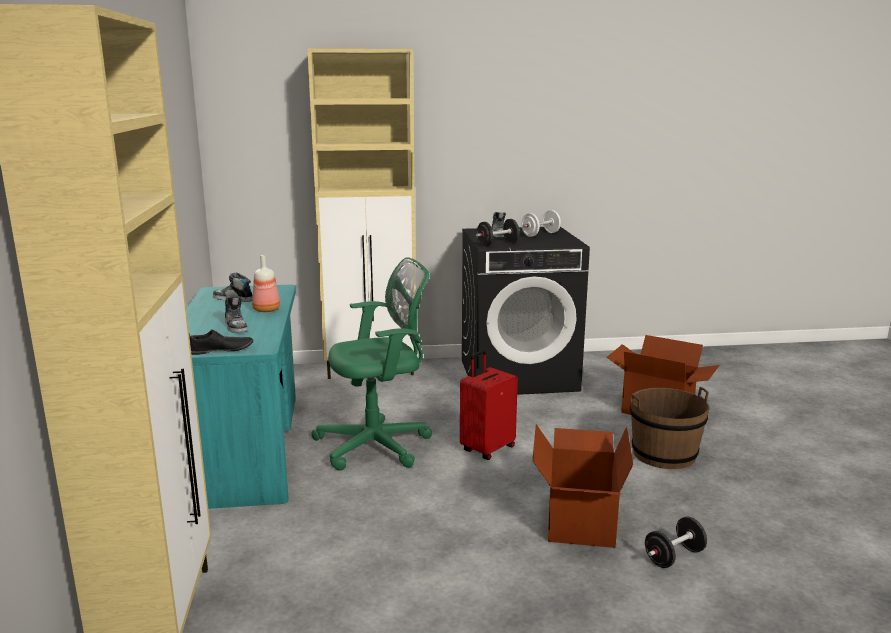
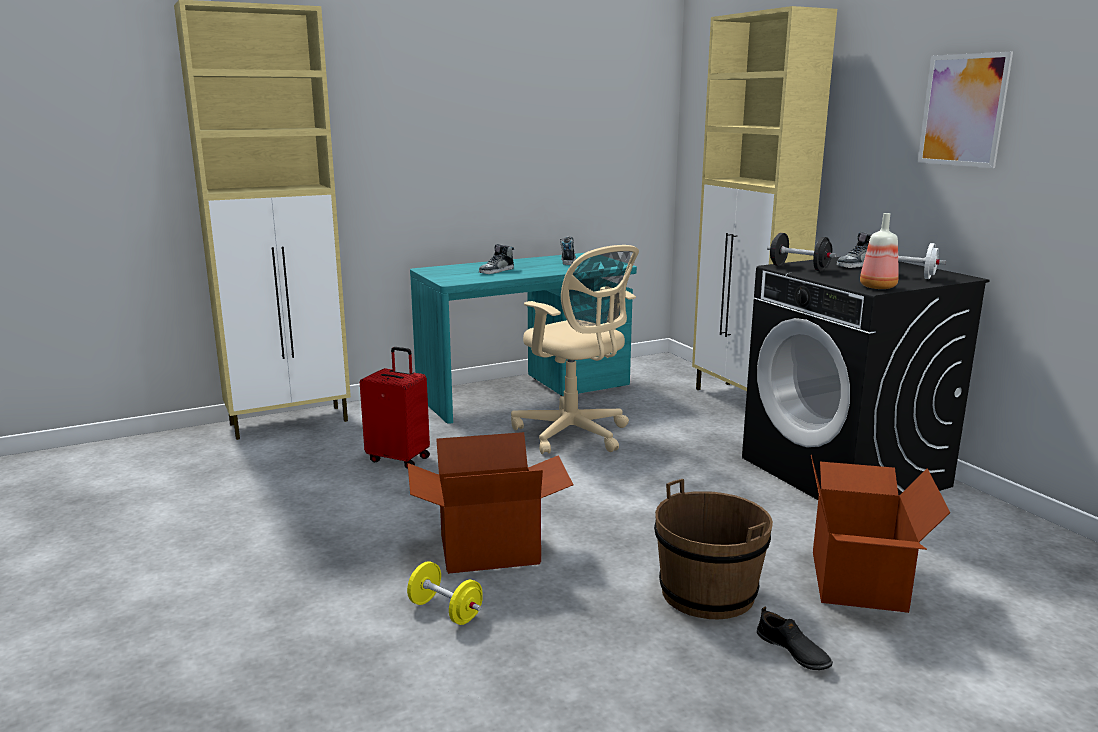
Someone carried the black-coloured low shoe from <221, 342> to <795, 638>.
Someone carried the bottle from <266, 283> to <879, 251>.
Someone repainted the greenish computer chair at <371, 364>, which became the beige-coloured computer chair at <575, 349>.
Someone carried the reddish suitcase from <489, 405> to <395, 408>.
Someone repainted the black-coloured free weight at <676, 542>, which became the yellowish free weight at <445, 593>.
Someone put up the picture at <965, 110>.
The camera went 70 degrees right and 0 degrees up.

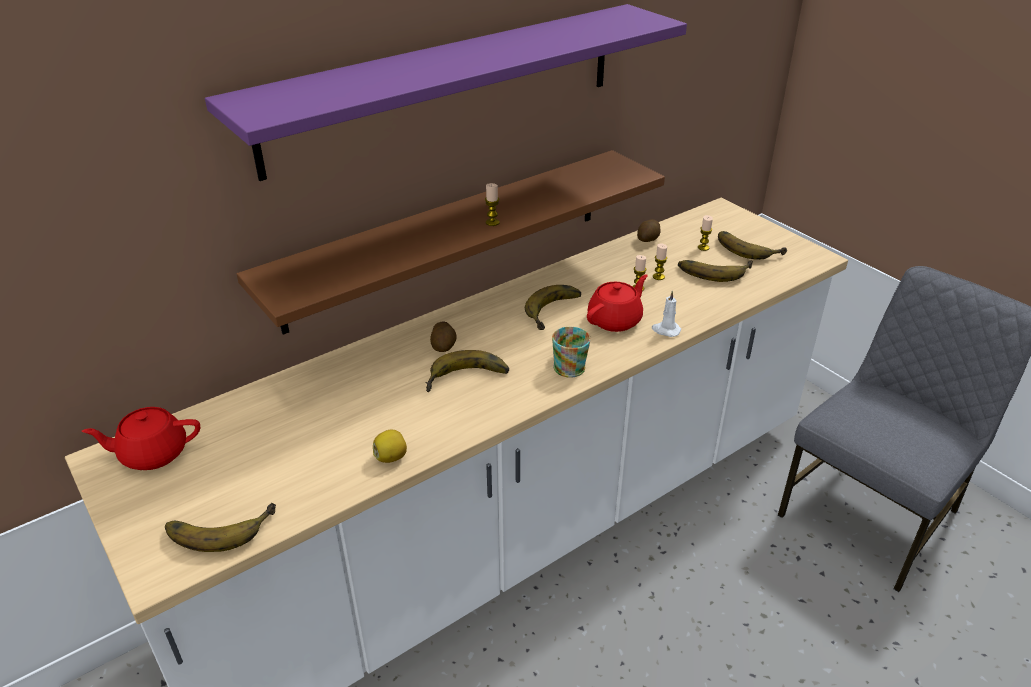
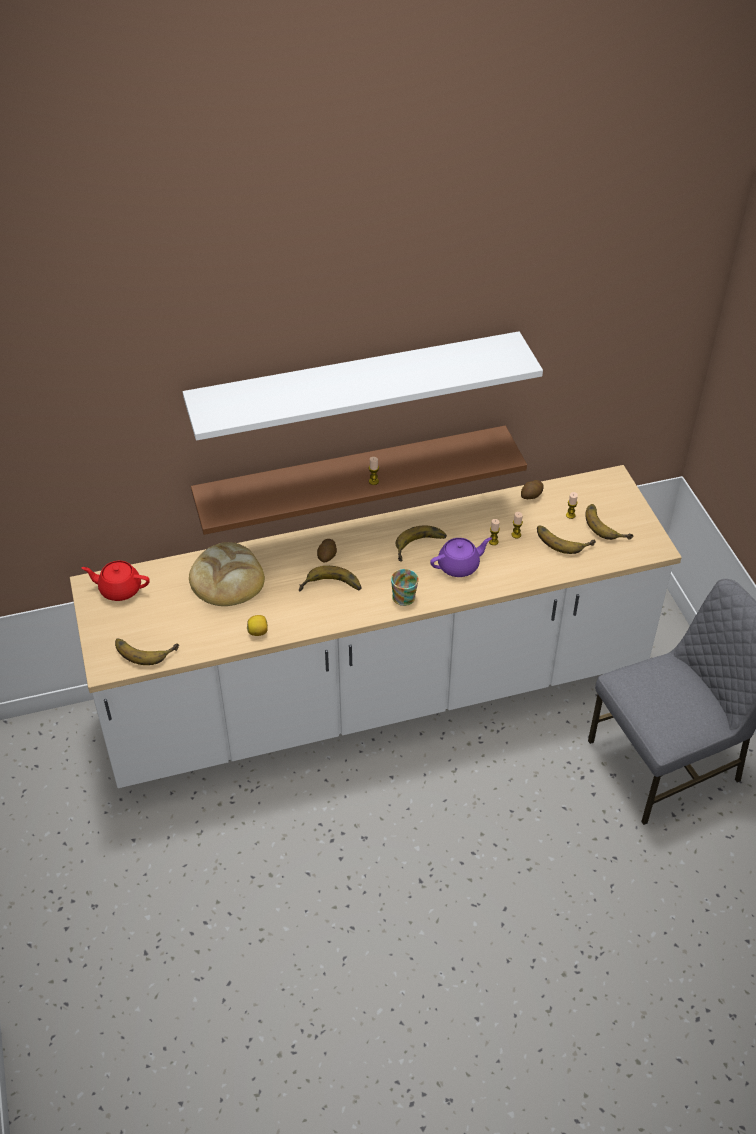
Someone repainted the purple-coloured bracket shelf at <446, 92>, which became the white-coloured bracket shelf at <363, 386>.
Someone repainted the reddish tea pot at <617, 303>, which became the purple-coloured tea pot at <461, 557>.
Someone took away the white-coloured candle at <666, 314>.
Someone put down the baked bread at <227, 574>.
The camera went 20 degrees right and 10 degrees up.

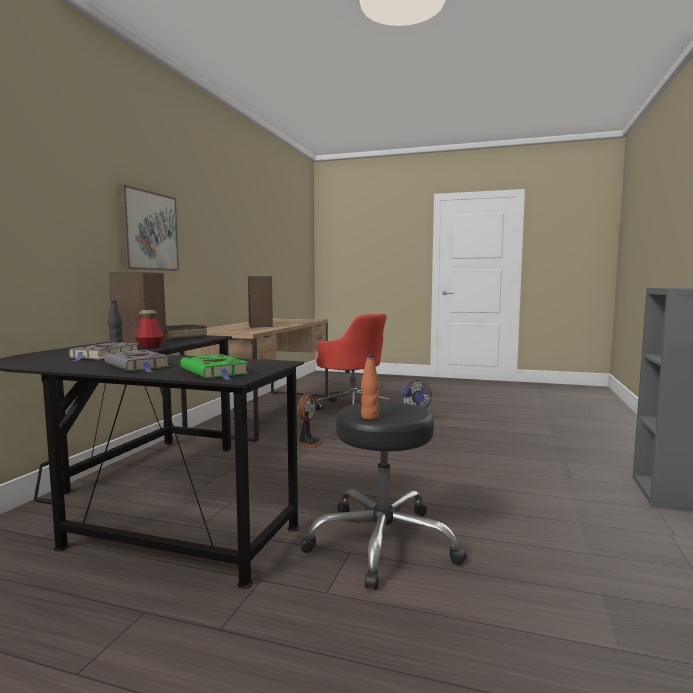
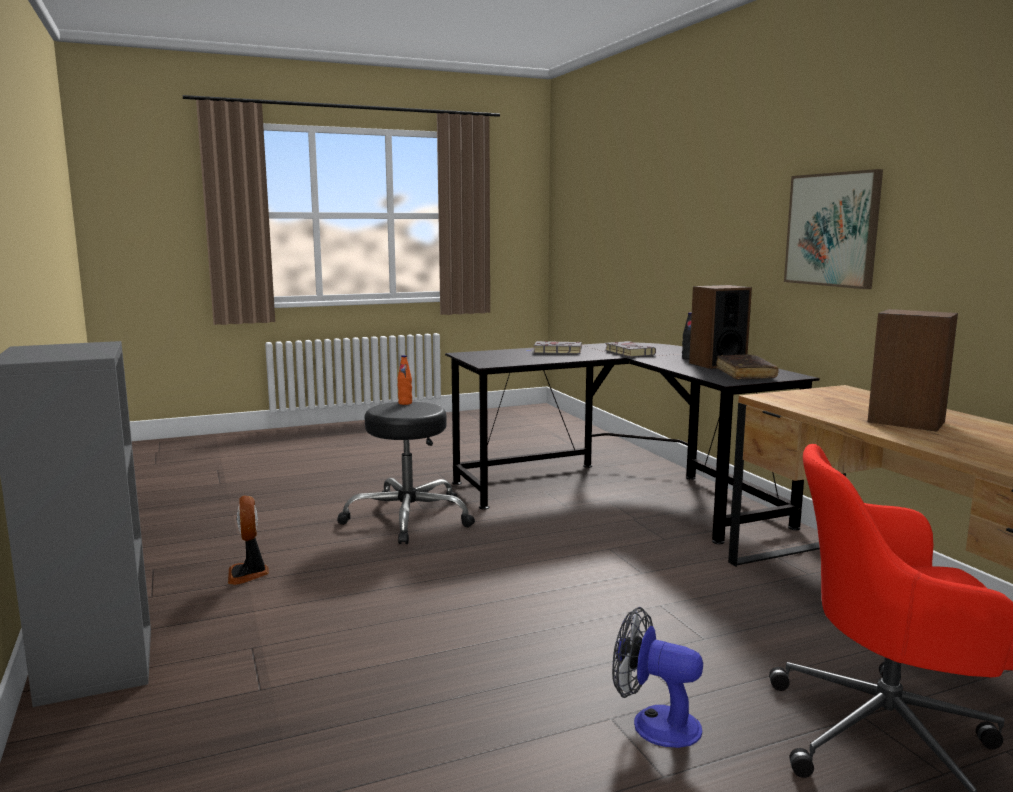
Someone took away the bottle at <149, 329>.
Someone took away the greenish volume at <214, 367>.
Someone carried the fan from <310, 421> to <248, 540>.
The camera went 140 degrees right and 5 degrees up.

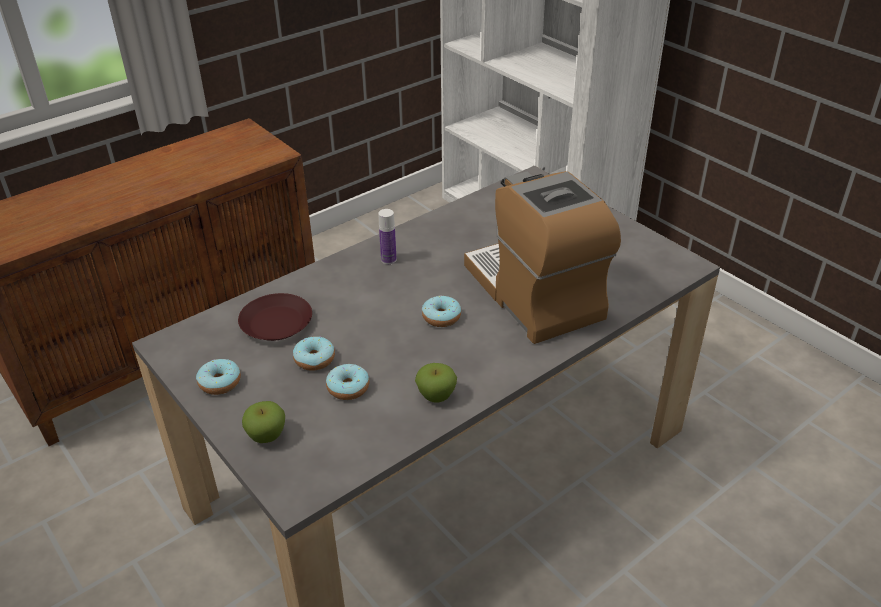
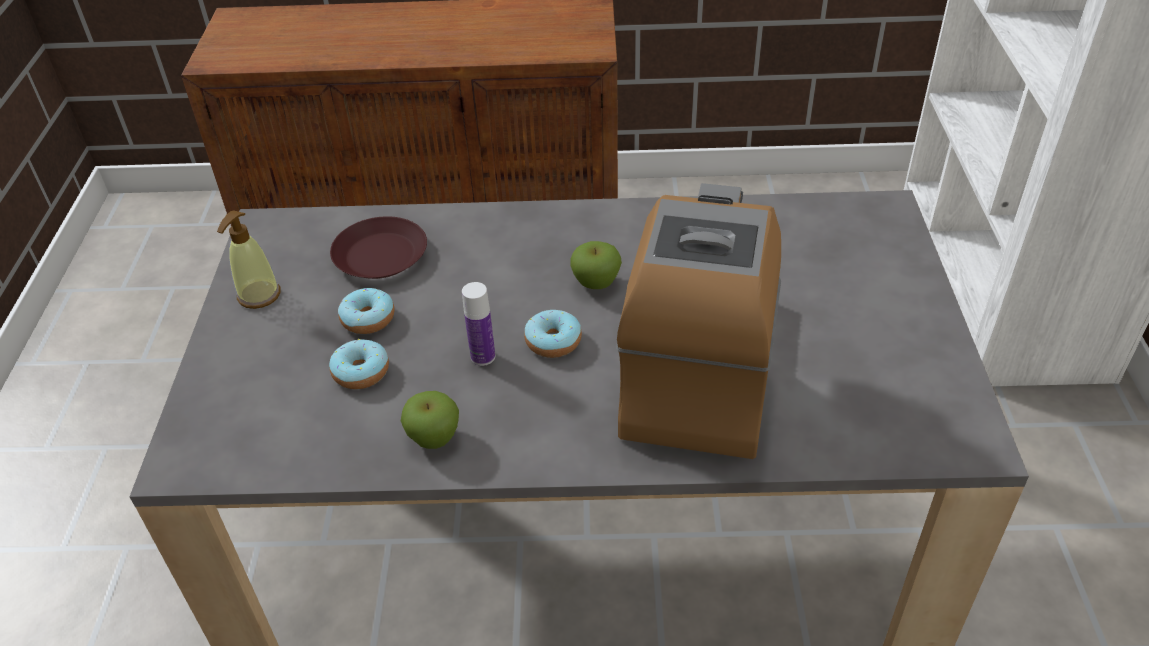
Someone swapped the ring doughnut at <218, 377> for the soap dispenser at <248, 259>.
Someone carried the apple fruit from <263, 422> to <596, 265>.
Someone carried the bottle from <387, 236> to <478, 324>.
The camera went 40 degrees right and 5 degrees up.

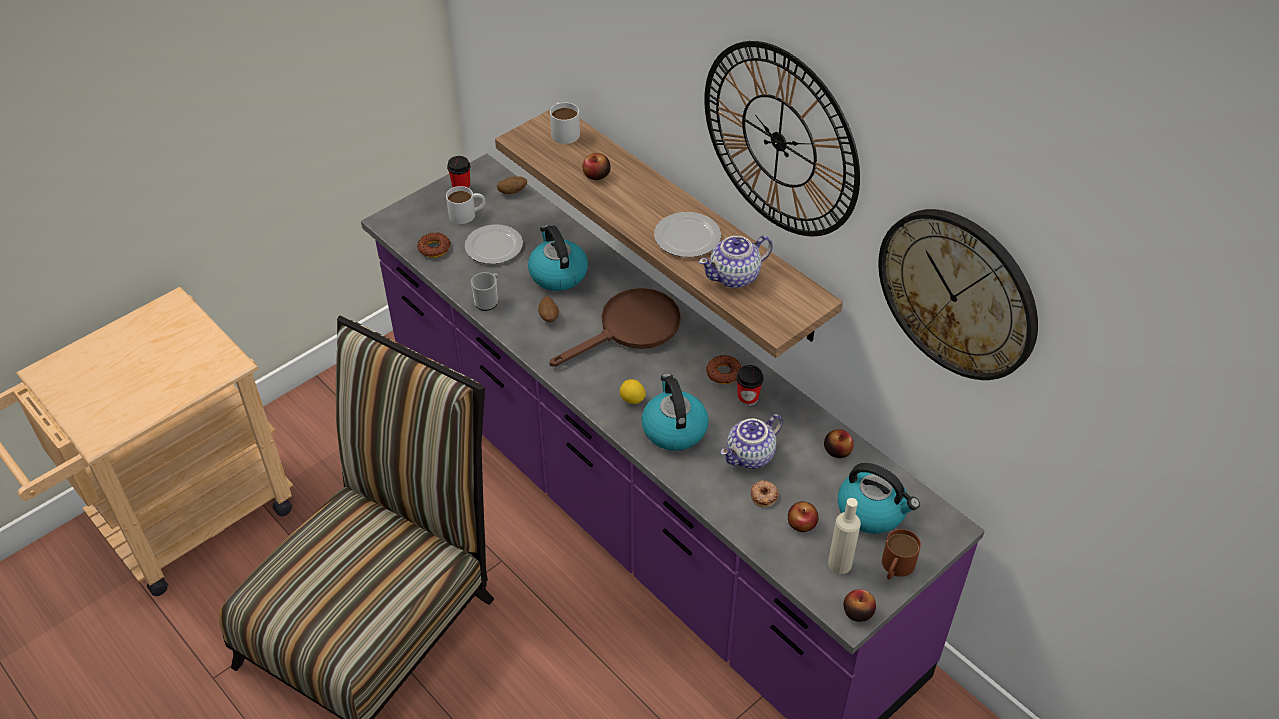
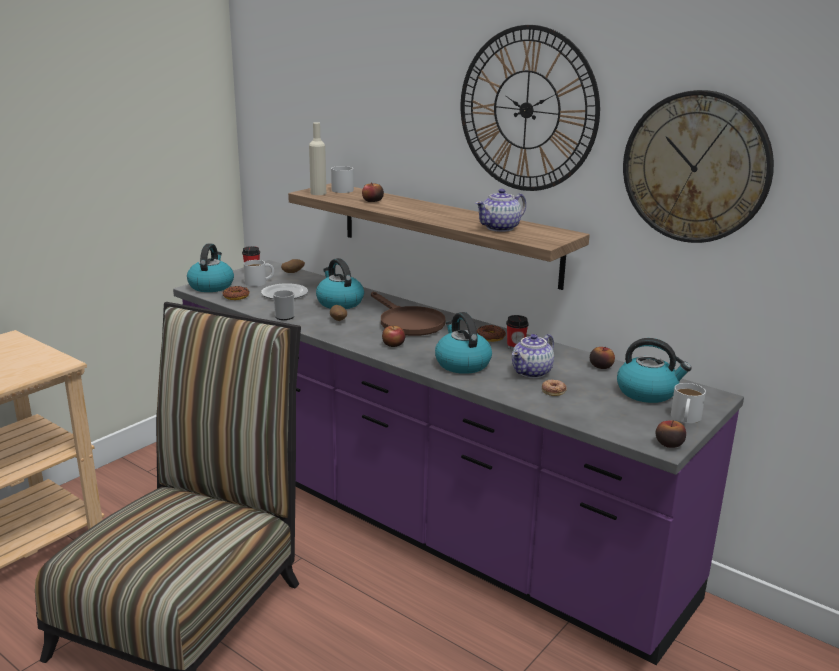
Someone rotated the brown skillet at <615, 327> by 105 degrees clockwise.
Someone took away the citrus fruit at <633, 391>.
Someone took away the plate at <687, 234>.
Someone carried the apple fruit from <803, 516> to <393, 336>.
Someone carried the beige-coloured bottle from <844, 536> to <317, 158>.
Someone repainted the brown tea mug at <901, 554>, which became the white-coloured tea mug at <688, 403>.
Someone put down the water kettle at <210, 268>.
The camera went 10 degrees left and 25 degrees down.

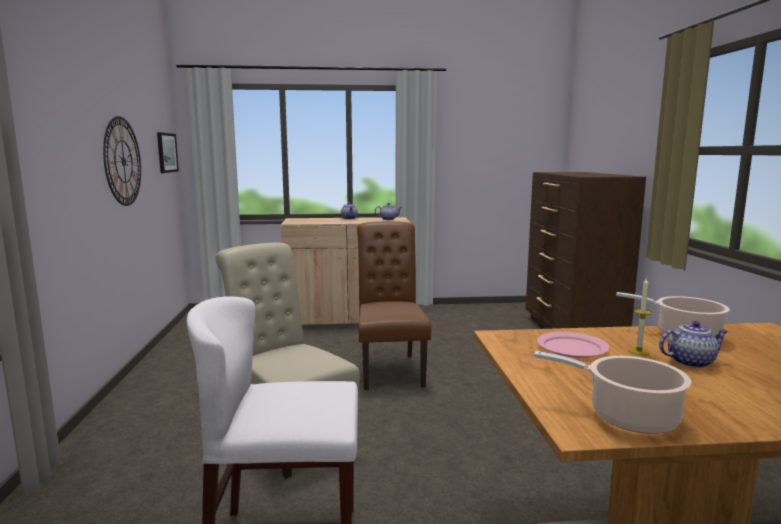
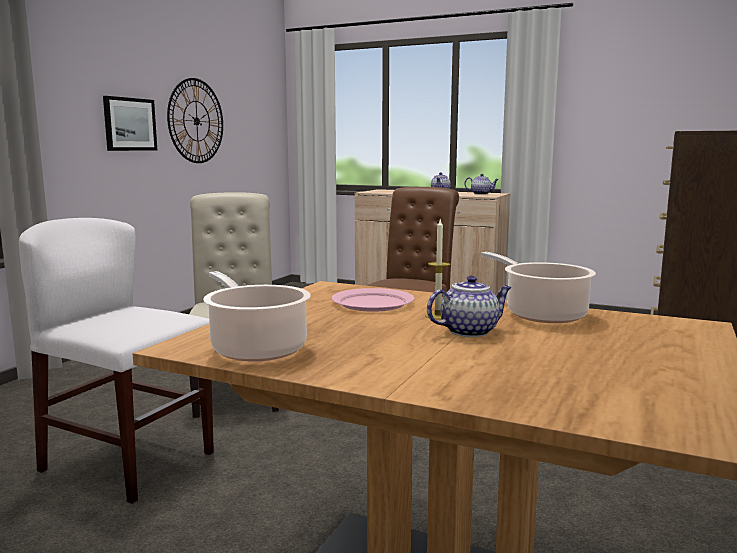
Someone carried the picture from <168, 152> to <130, 123>.
Someone rotated the tea pot at <693, 344> by 45 degrees counterclockwise.
The camera went 30 degrees right and 0 degrees up.

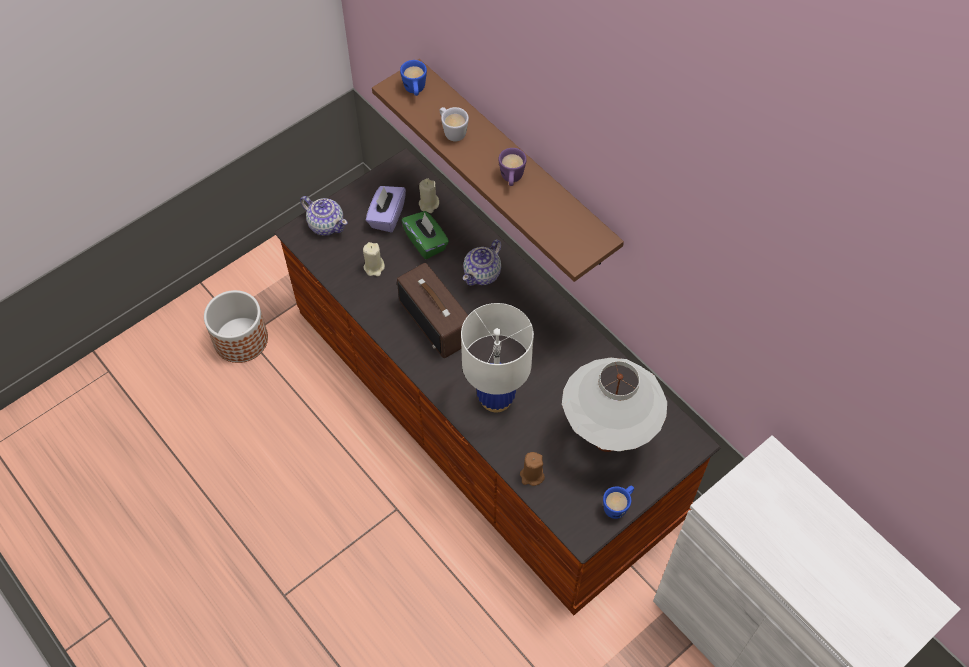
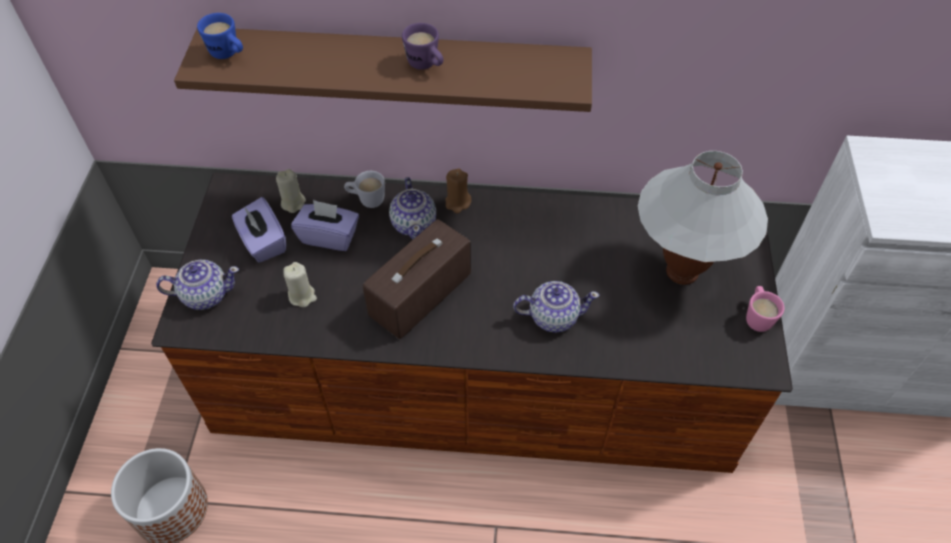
Someone rotated the radio receiver at <432, 310> by 120 degrees clockwise.
Someone repainted the greenish tissue box at <425, 235>, which became the purple-coloured tissue box at <325, 225>.
Someone carried the white-coloured tea mug from <454, 124> to <364, 189>.
Someone swapped the white-coloured tabletop lamp at <497, 357> for the tea pot at <556, 307>.
Someone carried the brown candle from <532, 469> to <458, 191>.
Someone repainted the bluish tea mug at <618, 502>, which became the pinkish tea mug at <765, 309>.
The camera went 45 degrees left and 5 degrees down.

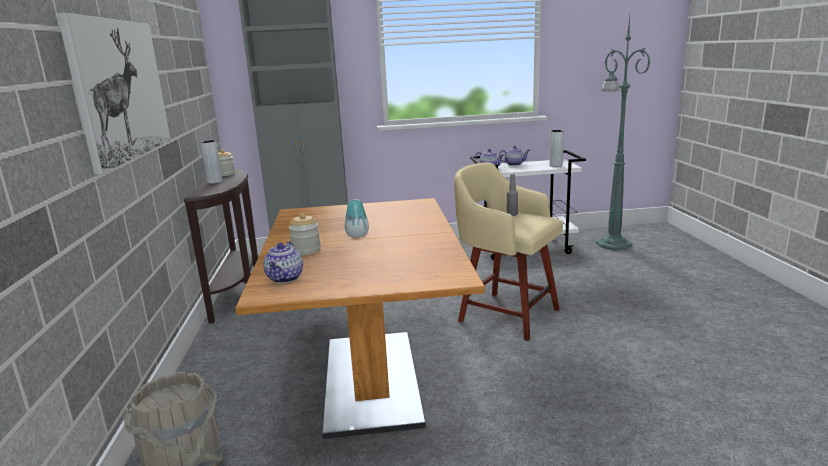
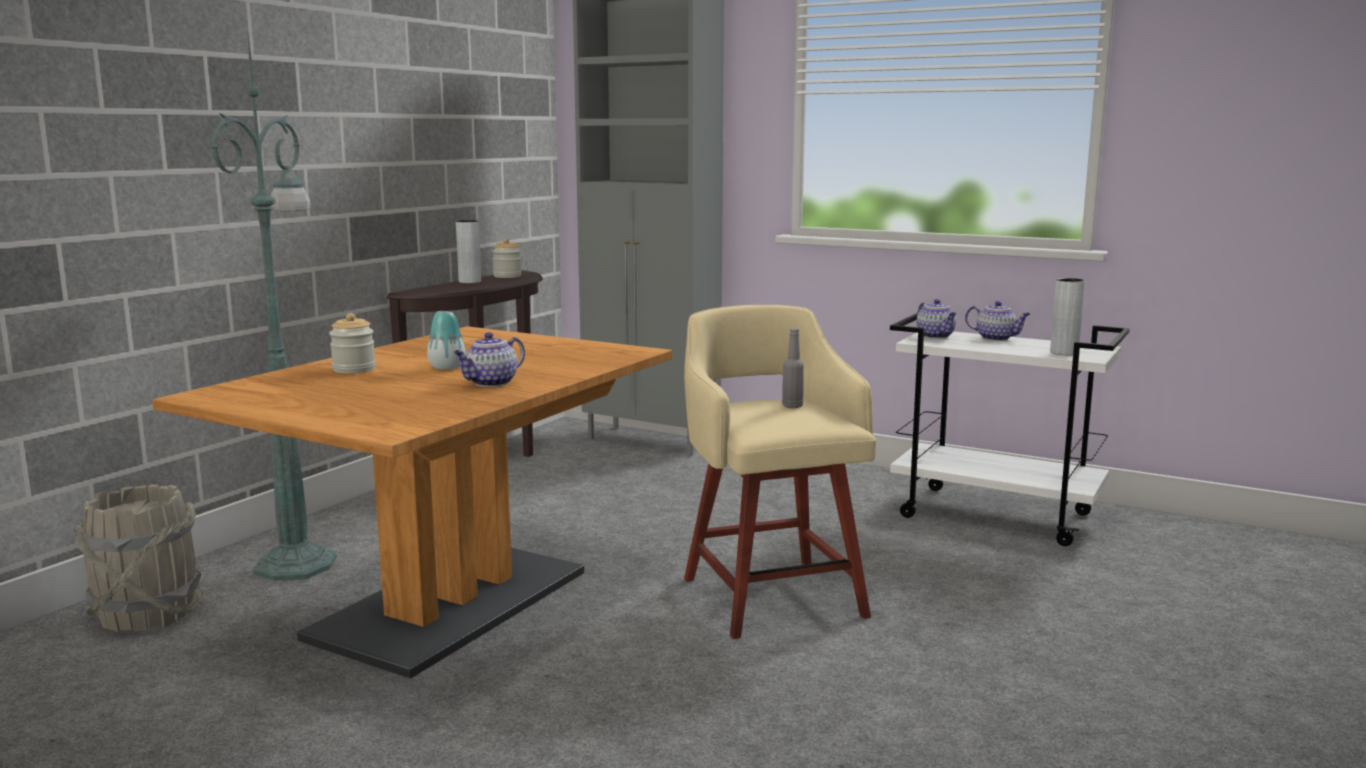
Someone took away the picture at <114, 94>.
Someone carried the tea pot from <283, 262> to <489, 359>.
Someone carried the greenish standard lamp from <623, 133> to <274, 308>.
The camera went 35 degrees right and 5 degrees down.

